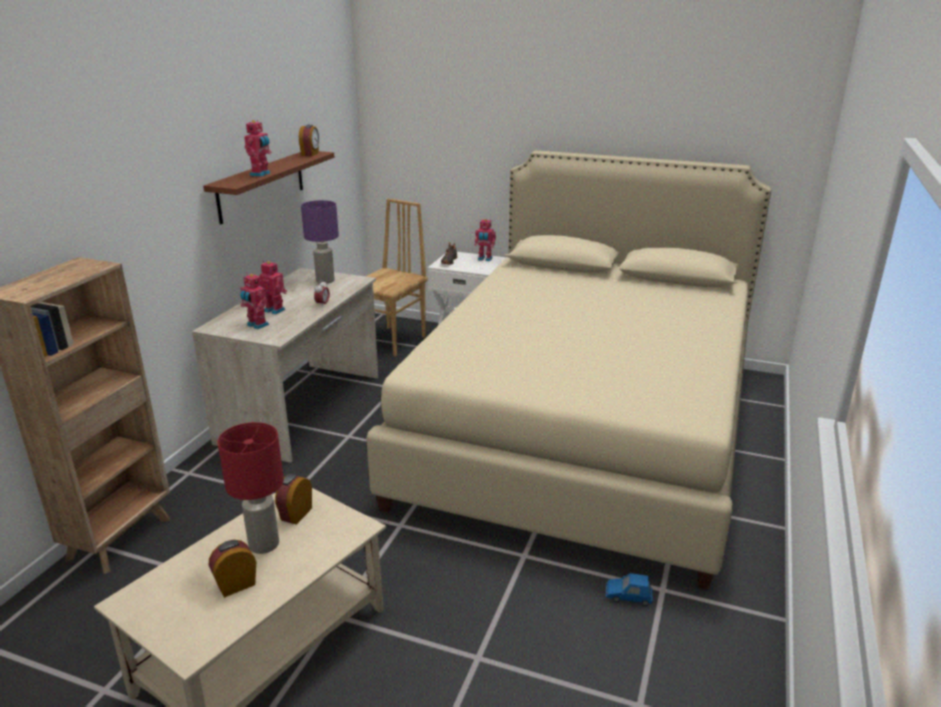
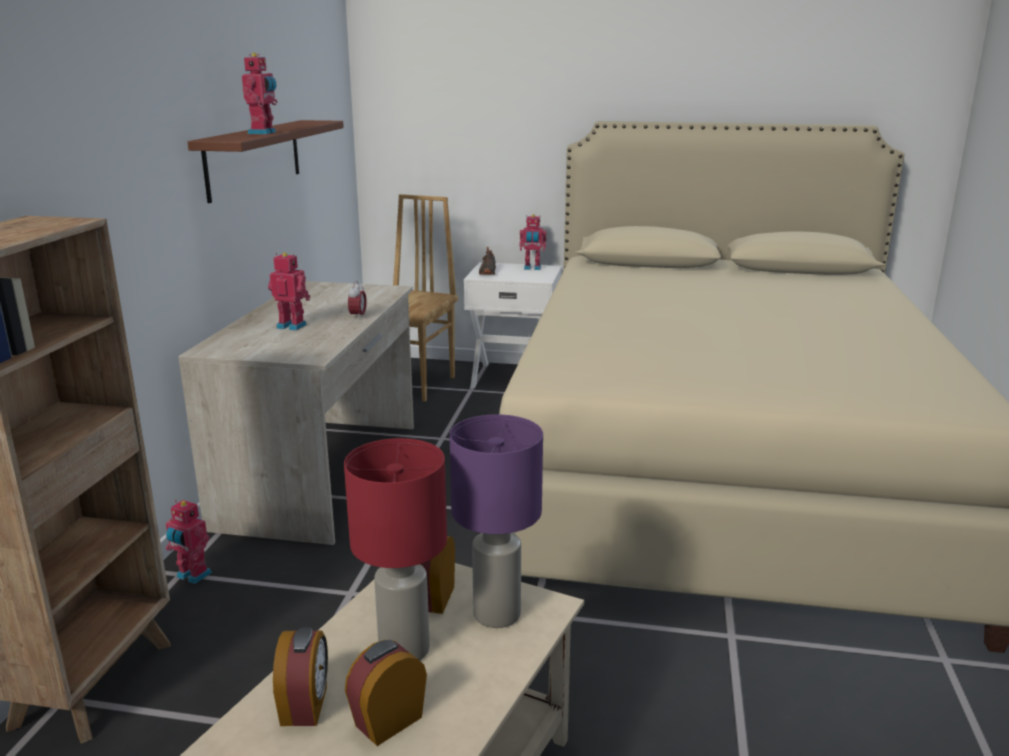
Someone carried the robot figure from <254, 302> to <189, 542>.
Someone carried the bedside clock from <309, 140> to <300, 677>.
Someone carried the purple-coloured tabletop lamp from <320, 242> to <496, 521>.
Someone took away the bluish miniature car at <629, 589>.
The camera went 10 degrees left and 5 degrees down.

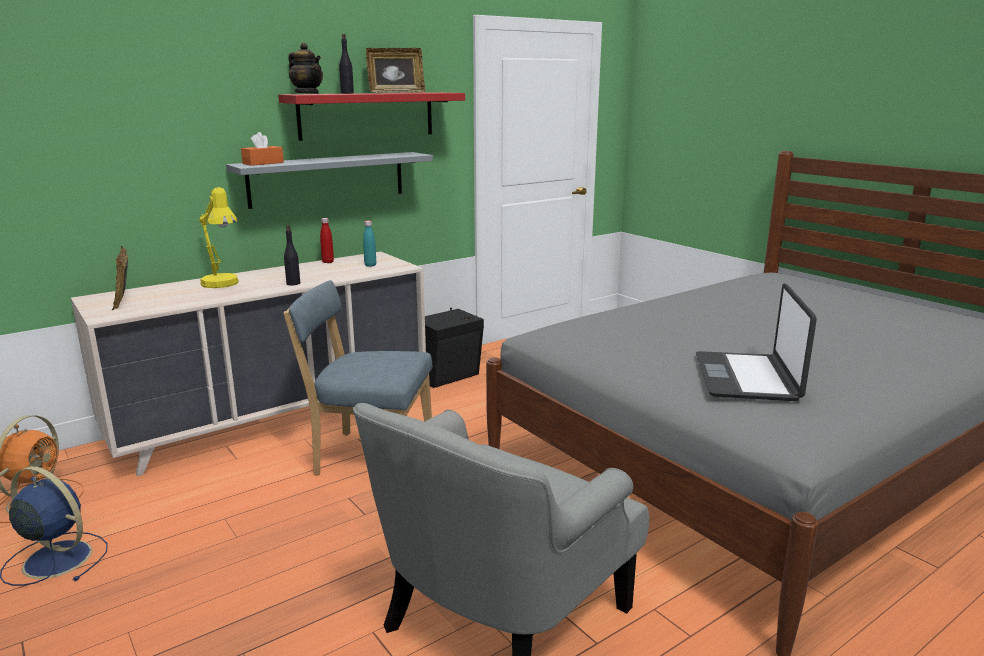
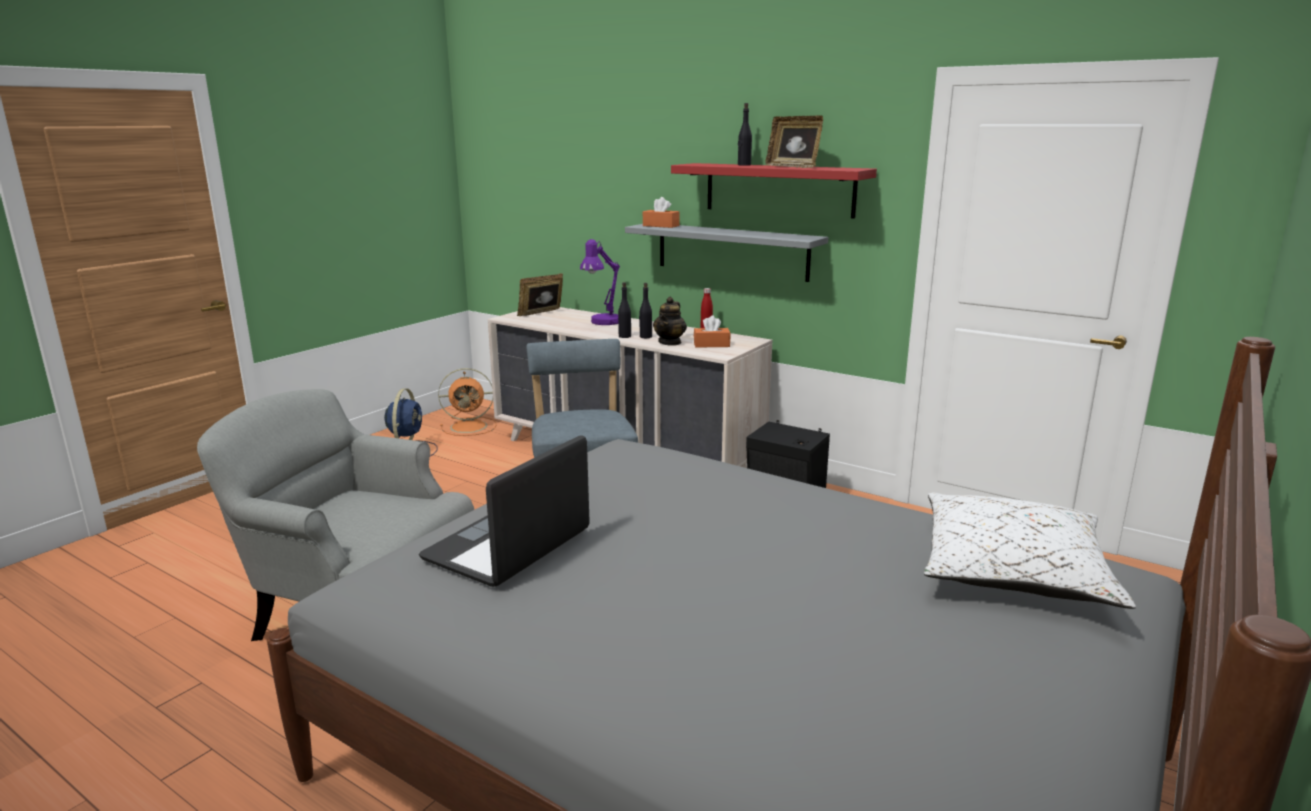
Someone repainted the yellowish tabletop lamp at <219, 237>, which became the purple-coloured tabletop lamp at <600, 282>.
Someone carried the tea pot from <305, 68> to <670, 321>.
Someone swapped the turquoise bottle at <369, 244> for the orange tissue box at <712, 331>.
Someone rotated the notebook computer at <756, 342> by 45 degrees counterclockwise.
Someone put down the black-coloured bottle at <645, 310>.
Someone put down the white-coloured cushion at <1030, 550>.
The camera went 70 degrees right and 0 degrees up.

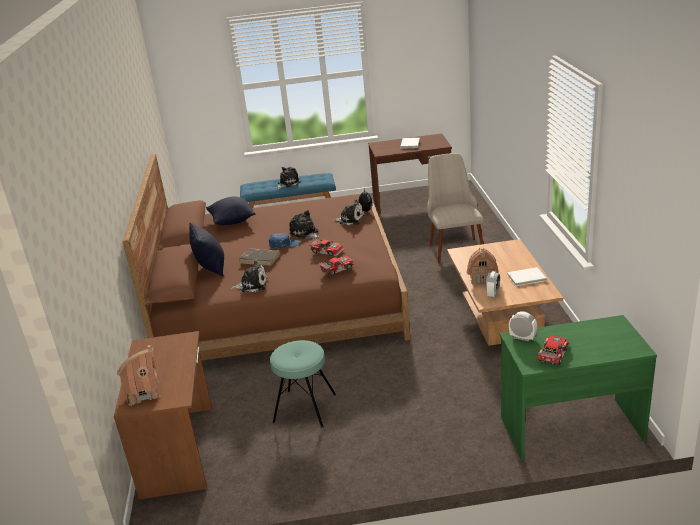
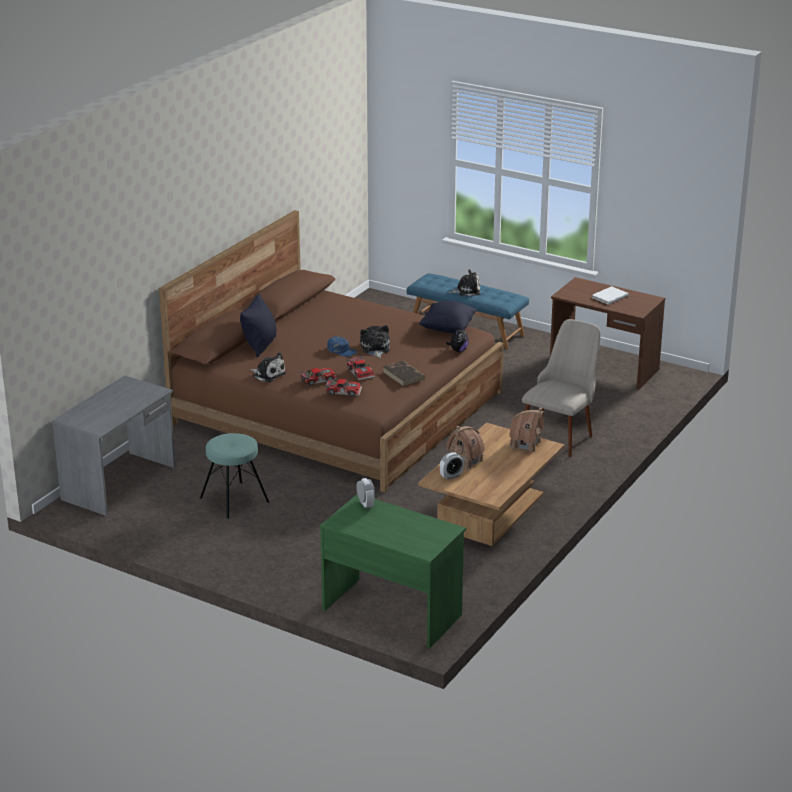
Someone repainted the brown desk table at <163, 415>, which became the greyish desk table at <113, 445>.
Someone carried the model house from <139, 375> to <526, 430>.
Someone carried the black-coloured cushion from <231, 210> to <448, 317>.
Someone carried the brown volume from <259, 257> to <403, 373>.
Someone took away the plush toy at <348, 212>.
Someone took away the white-coloured volume at <526, 276>.
Someone carried the miniature car from <553, 350> to <318, 377>.
The camera went 35 degrees right and 0 degrees up.

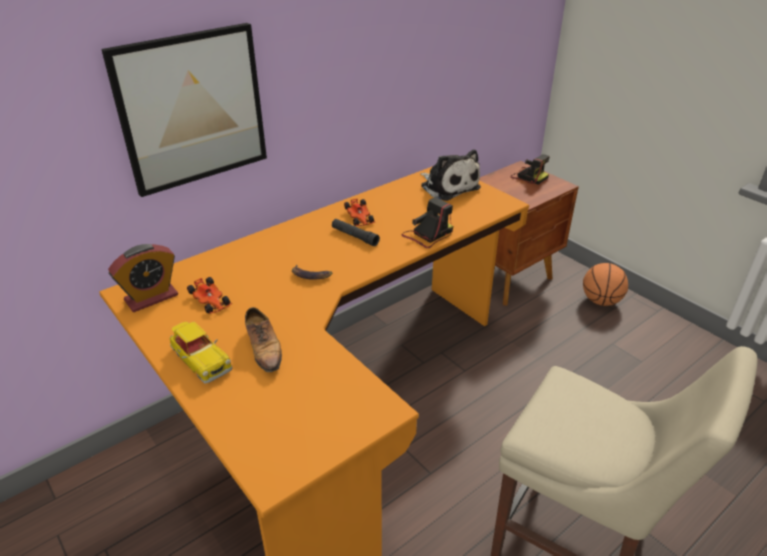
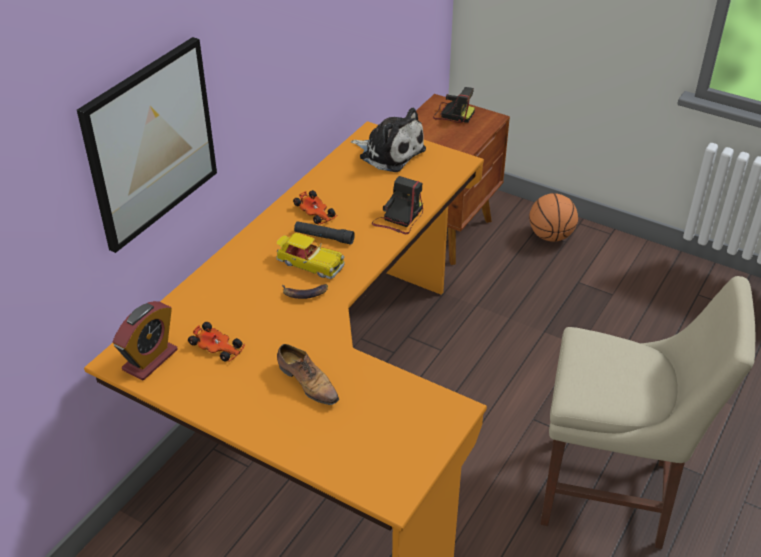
Someone carried the miniature car from <201, 353> to <310, 256>.
The camera went 20 degrees left and 5 degrees up.

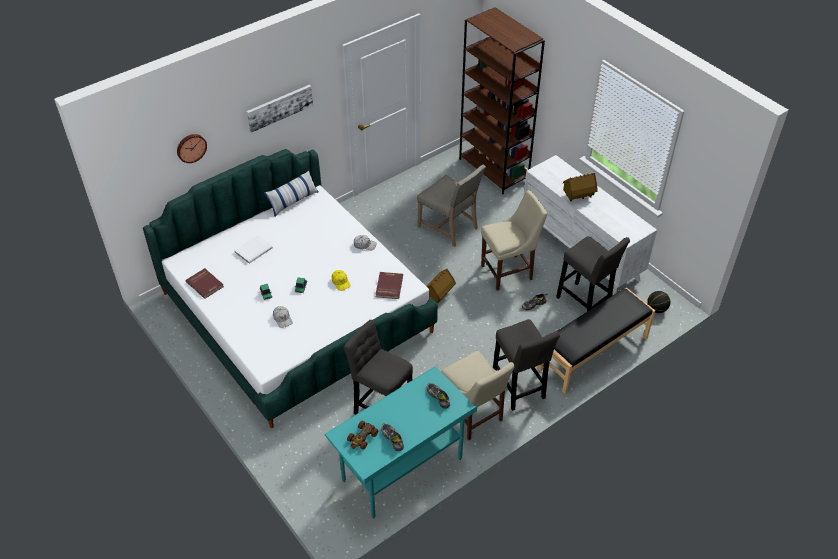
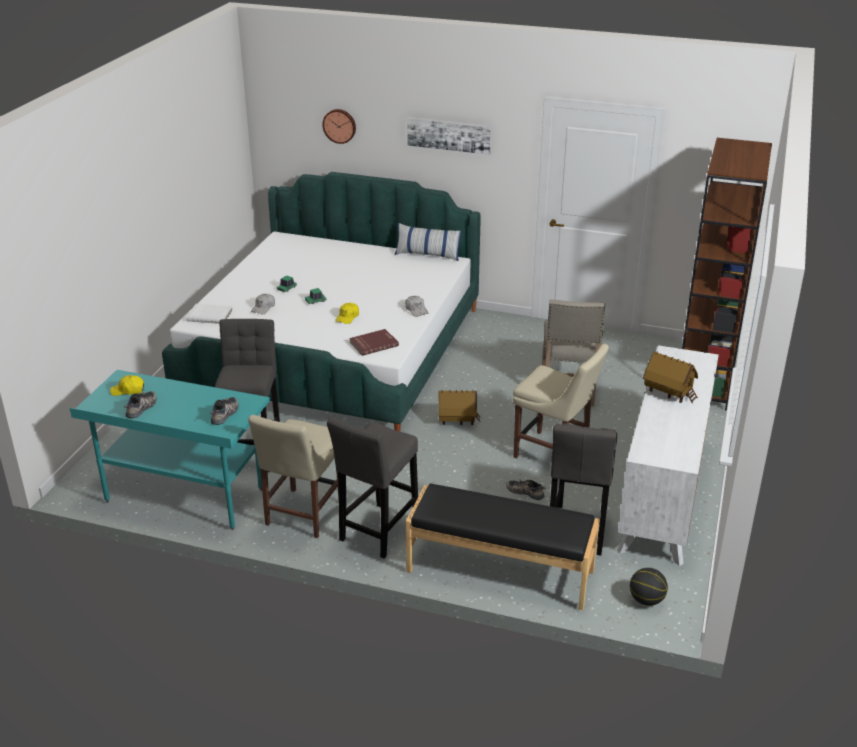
Someone took away the reddish volume at <205, 283>.
Someone carried the white-coloured volume from <253, 249> to <209, 314>.
Someone swapped the brown miniature car at <362, 435> for the yellowish peaked cap at <127, 385>.
The camera went 55 degrees right and 15 degrees down.

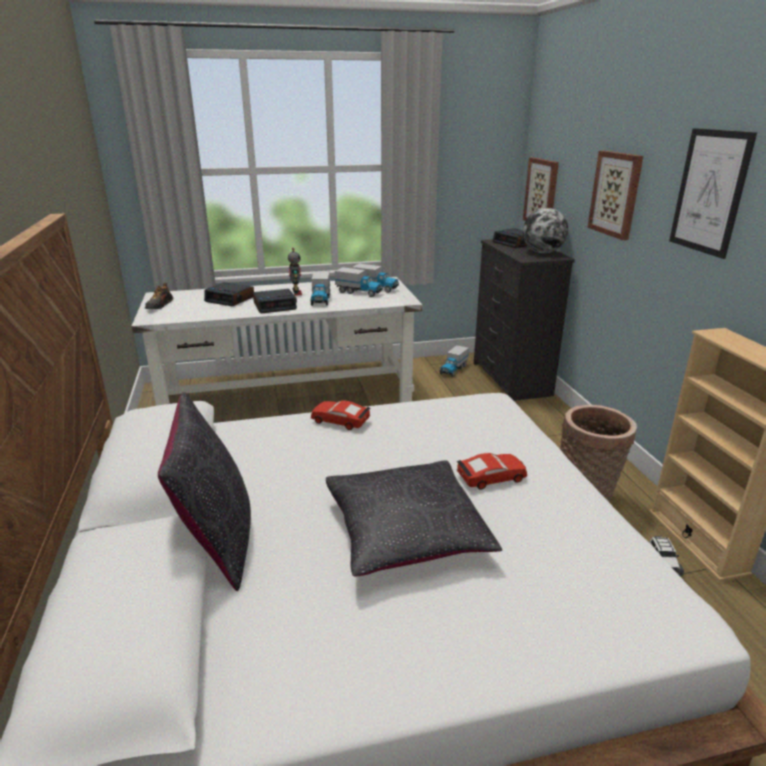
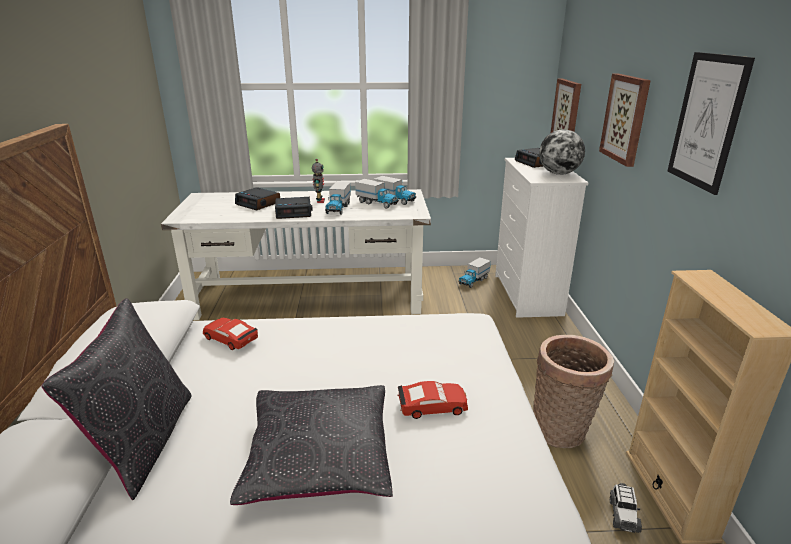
Someone took away the low shoe at <159, 296>.
Someone carried the reddish miniature car from <340, 415> to <230, 334>.
Someone repainted the black-coloured drawer chest at <524, 320>, which became the white-coloured drawer chest at <541, 238>.
The camera went 10 degrees right and 0 degrees up.

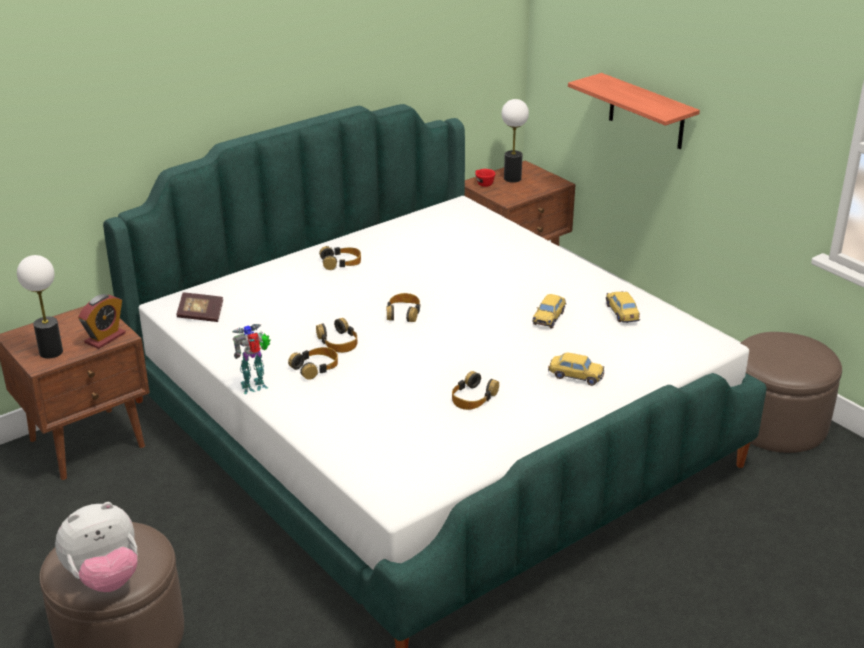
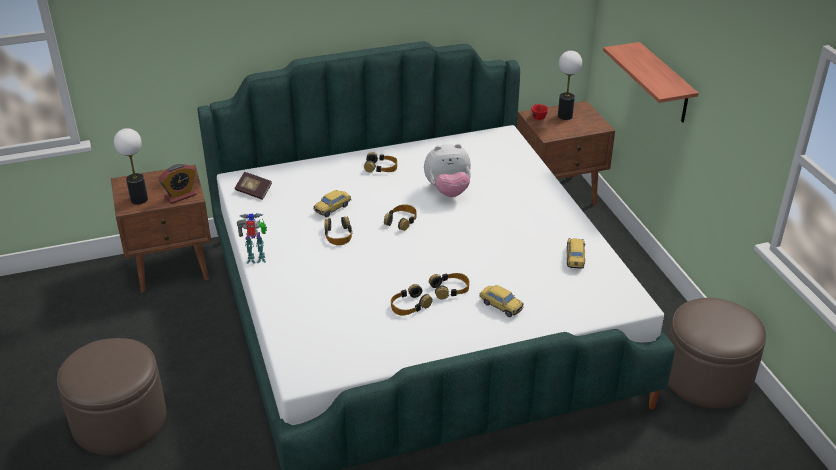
Someone carried the plush toy from <96, 547> to <447, 170>.
Someone carried the pair of headphones from <313, 363> to <449, 286>.
Someone carried the miniature car from <549, 311> to <332, 203>.
The camera went 20 degrees right and 5 degrees up.

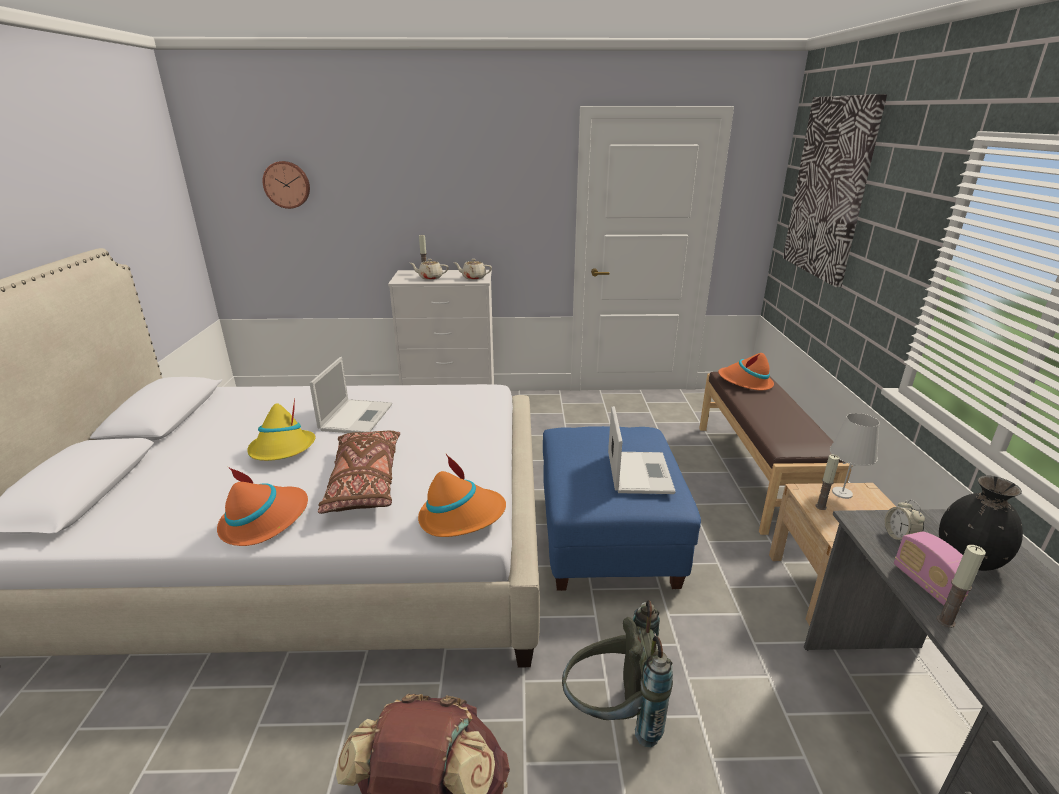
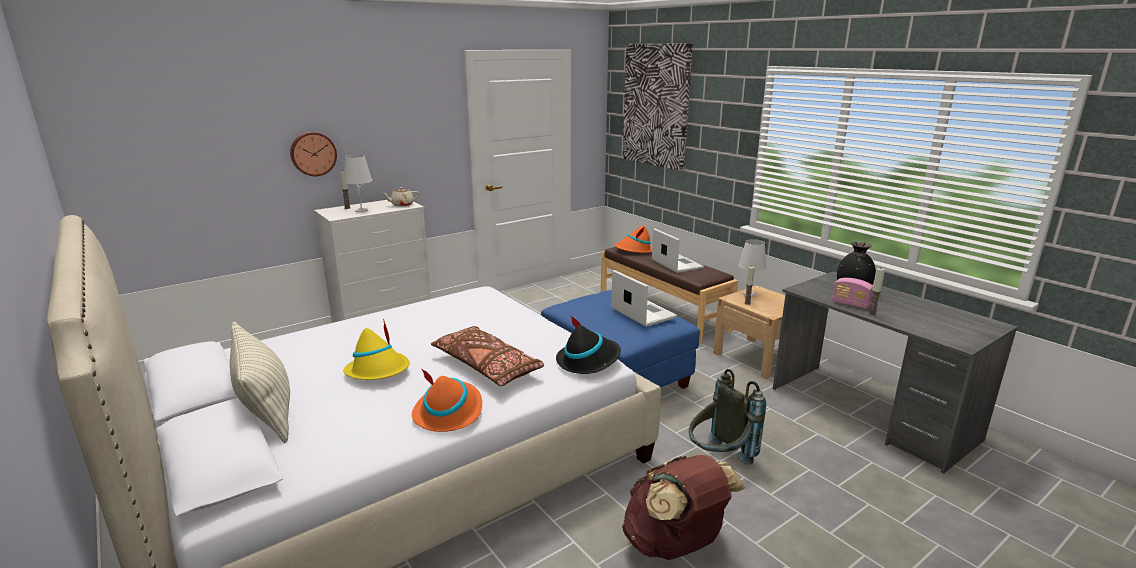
Someone carried the hanging clock from <286, 185> to <313, 154>.
Someone carried the notebook computer from <350, 395> to <678, 250>.
Someone swapped the beige-coloured tea pot at <429, 269> for the white-coloured tabletop lamp at <358, 183>.
Someone repainted the orange clothing hat at <462, 495>, which became the black-coloured clothing hat at <588, 344>.
Someone took away the bedside clock at <905, 521>.
Someone put down the cushion at <260, 382>.
The camera went 35 degrees left and 5 degrees down.

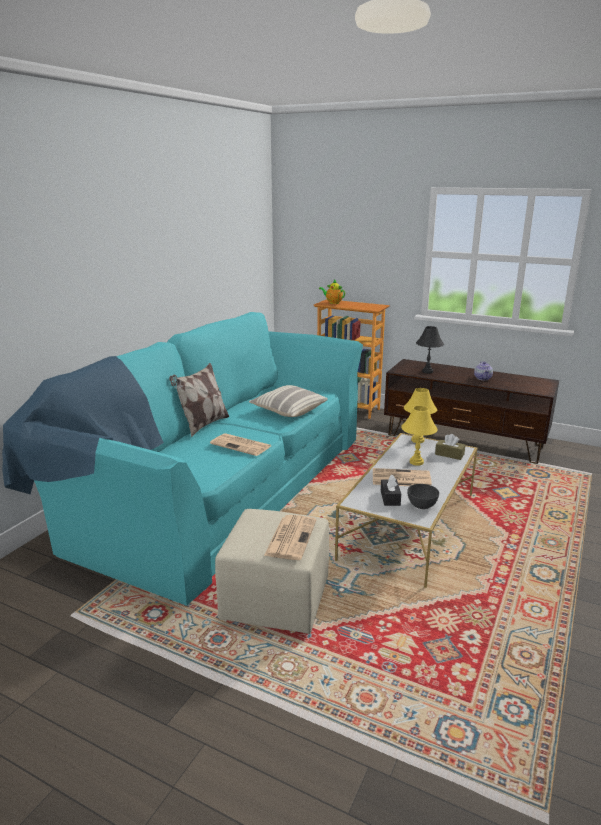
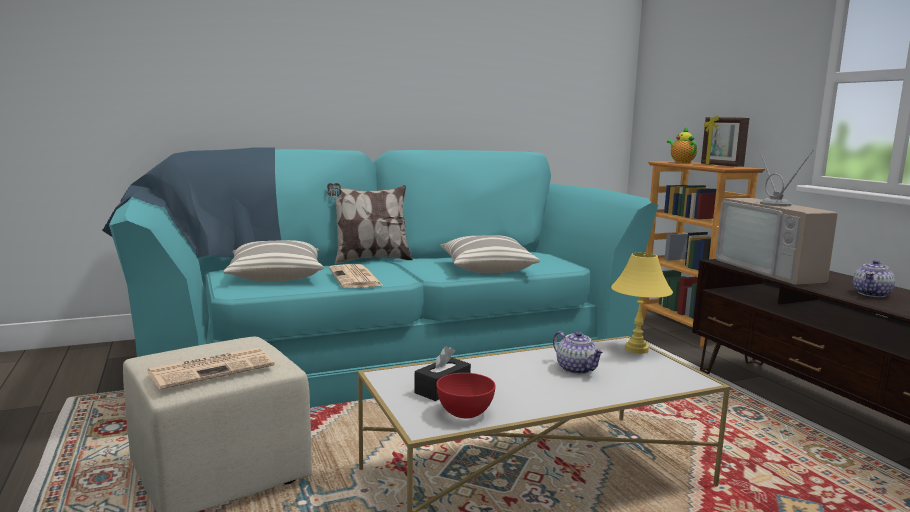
Someone took away the newspaper at <402, 477>.
Someone swapped the yellowish tabletop lamp at <419, 436> for the tea pot at <578, 352>.
Someone repainted the greyish bowl at <423, 496>, which became the reddish bowl at <466, 395>.
Someone swapped the black-coloured tabletop lamp at <430, 349> for the television at <777, 215>.
Someone took away the brown tissue box at <450, 447>.
Someone put down the cushion at <273, 261>.
Someone put down the photo frame at <725, 141>.
The camera went 40 degrees right and 10 degrees down.

